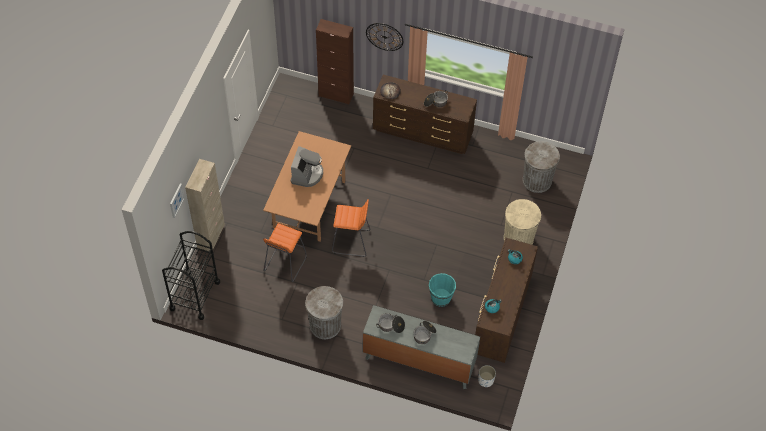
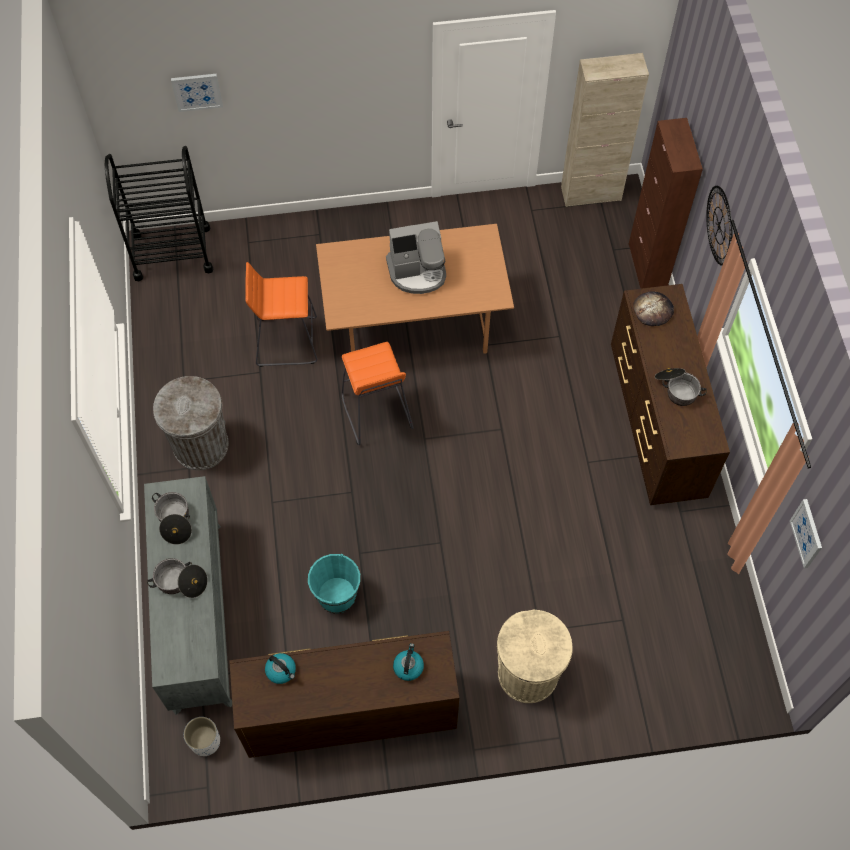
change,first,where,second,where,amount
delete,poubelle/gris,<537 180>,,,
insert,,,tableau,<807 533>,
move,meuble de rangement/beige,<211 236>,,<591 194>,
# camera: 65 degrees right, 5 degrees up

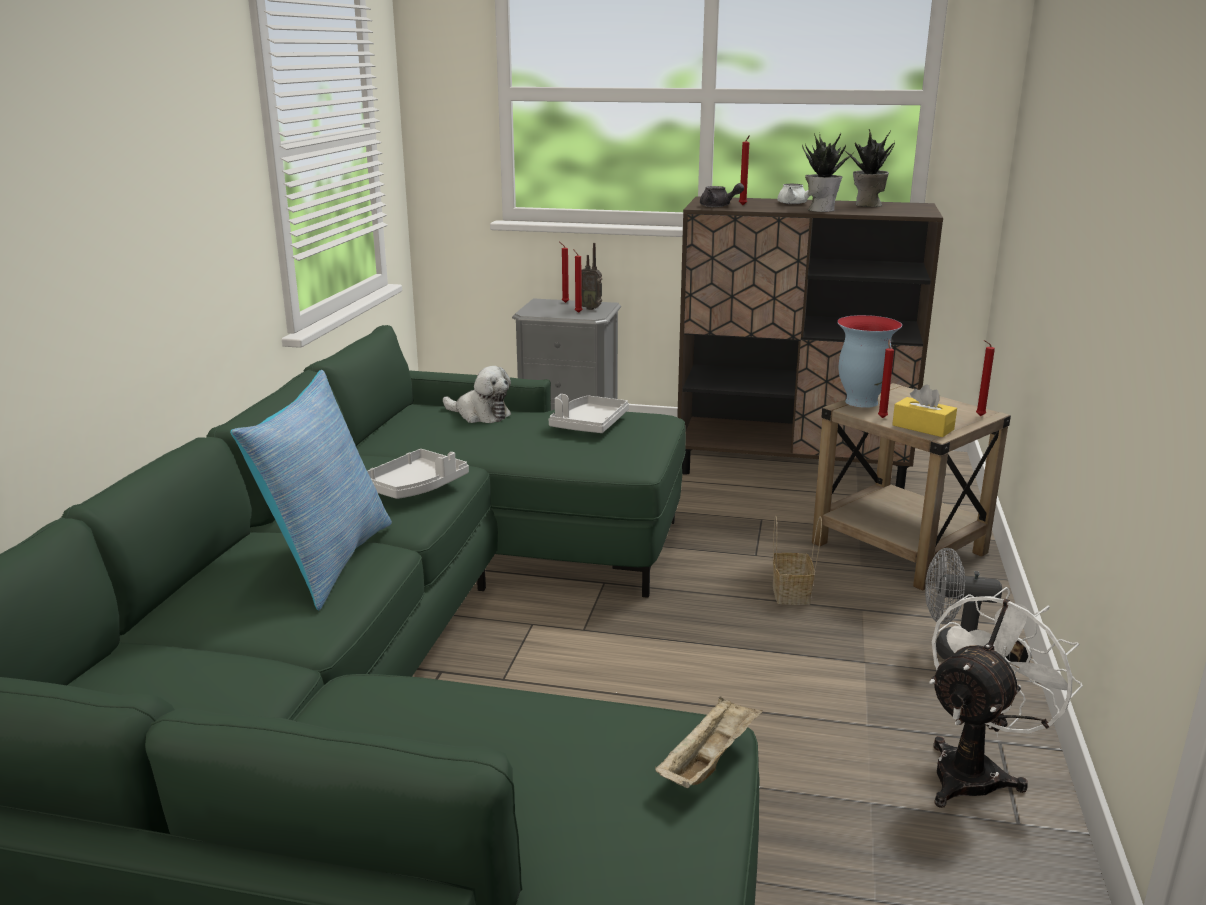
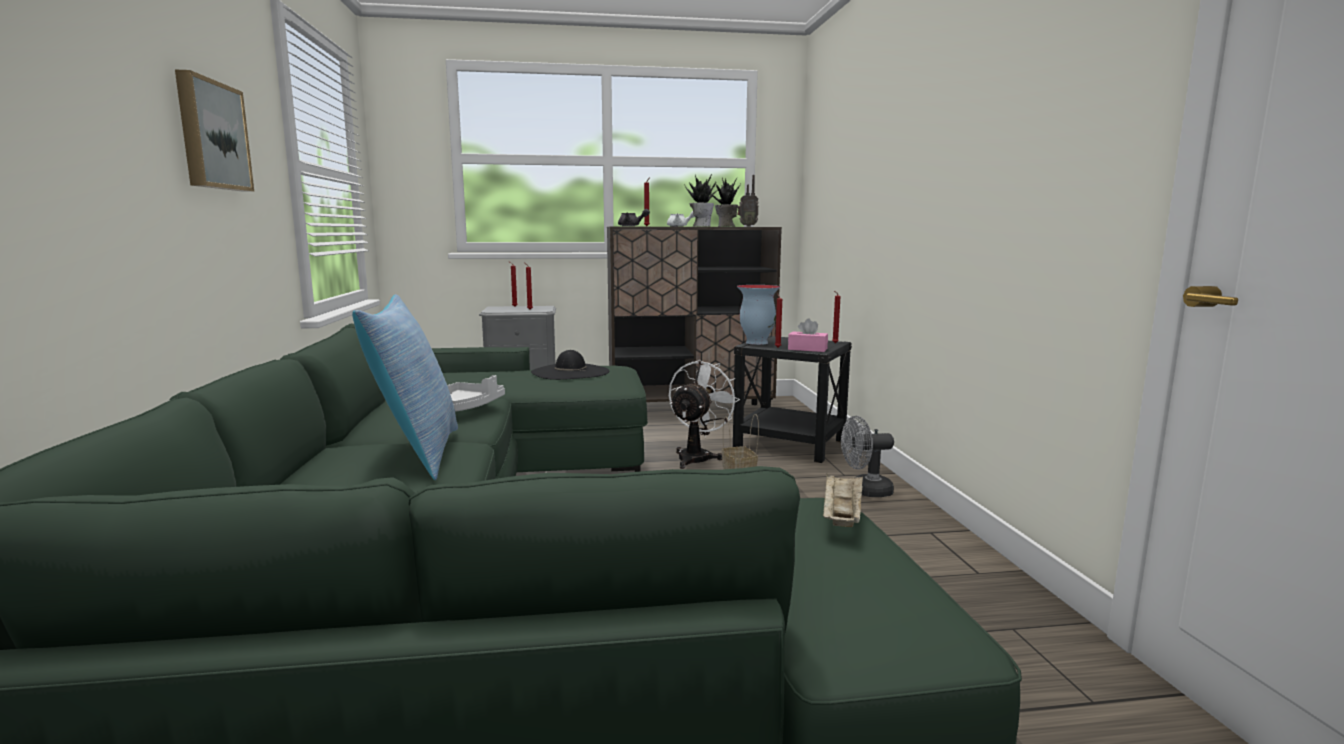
change,first,where,second,where,amount
delete,peluche,<480 415>,,,
insert,,,tableau,<211 135>,
move,radio,<590 308>,,<747 226>,
move,ventilateur/blanc,<975 771>,,<697 457>,
replace,plateau/gris,<589 425>,chapeau/noir,<570 372>,
recolor,table d'appoint/beige,<897 549>,table d'appoint/noir,<789 445>,
recolor,boîte à mouchoirs/jaune,<923 427>,boîte à mouchoirs/rose,<807 349>,
# camera: 20 degrees left, 10 degrees down

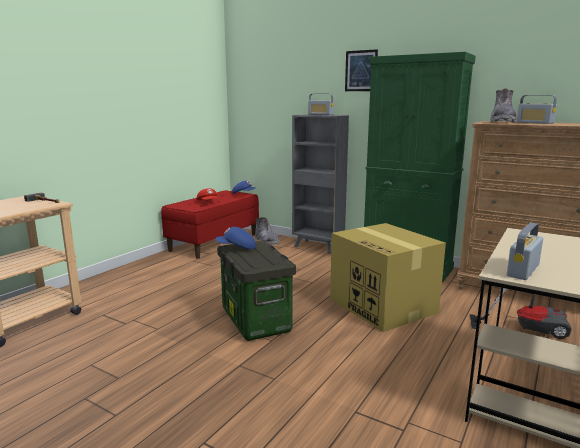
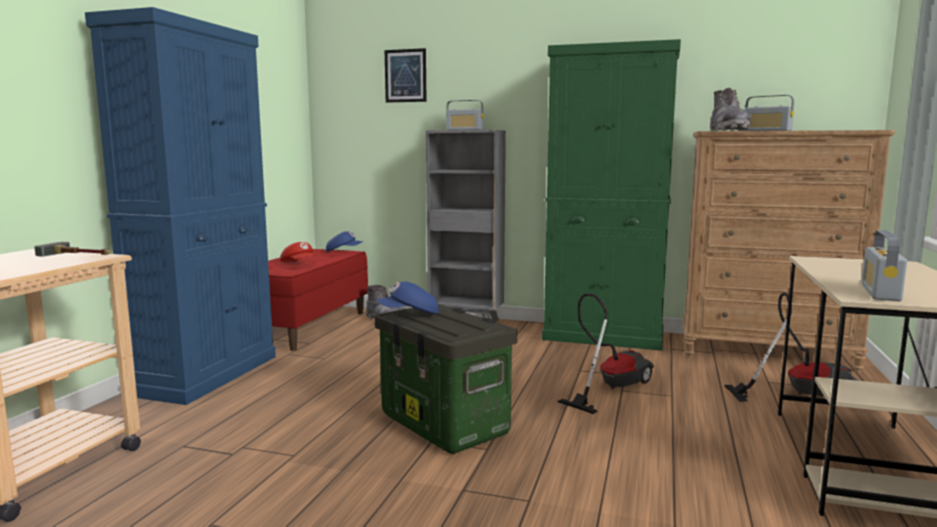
change,first,where,second,where,amount
insert,,,meuble de rangement/bleu,<207 374>,
move,tableau,<361 71>,,<405 75>,
replace,carton,<383 306>,aspirateur,<610 387>,
# camera: 15 degrees left, 5 degrees down

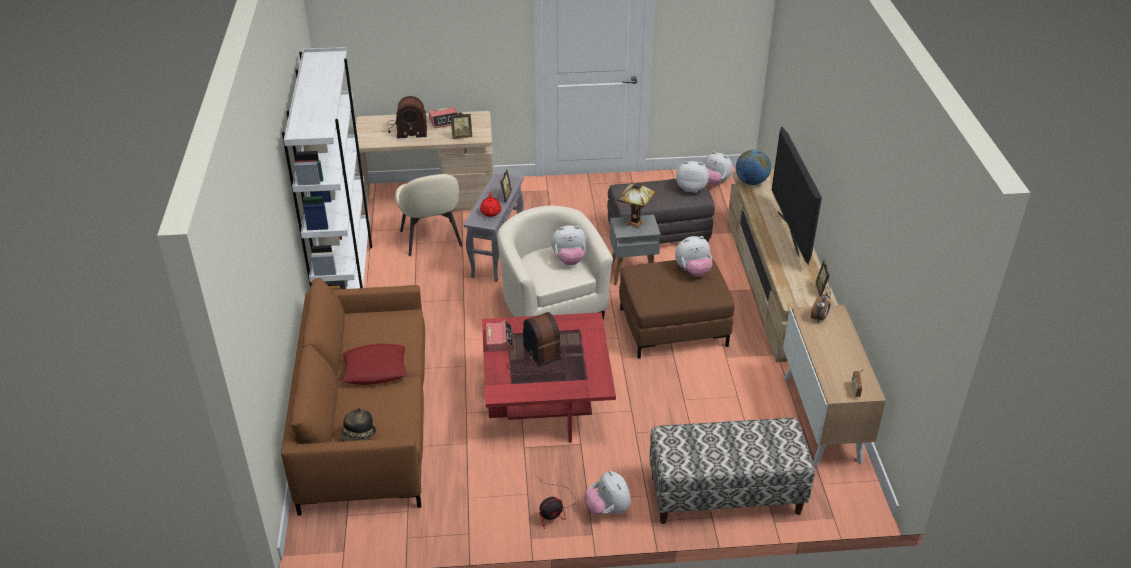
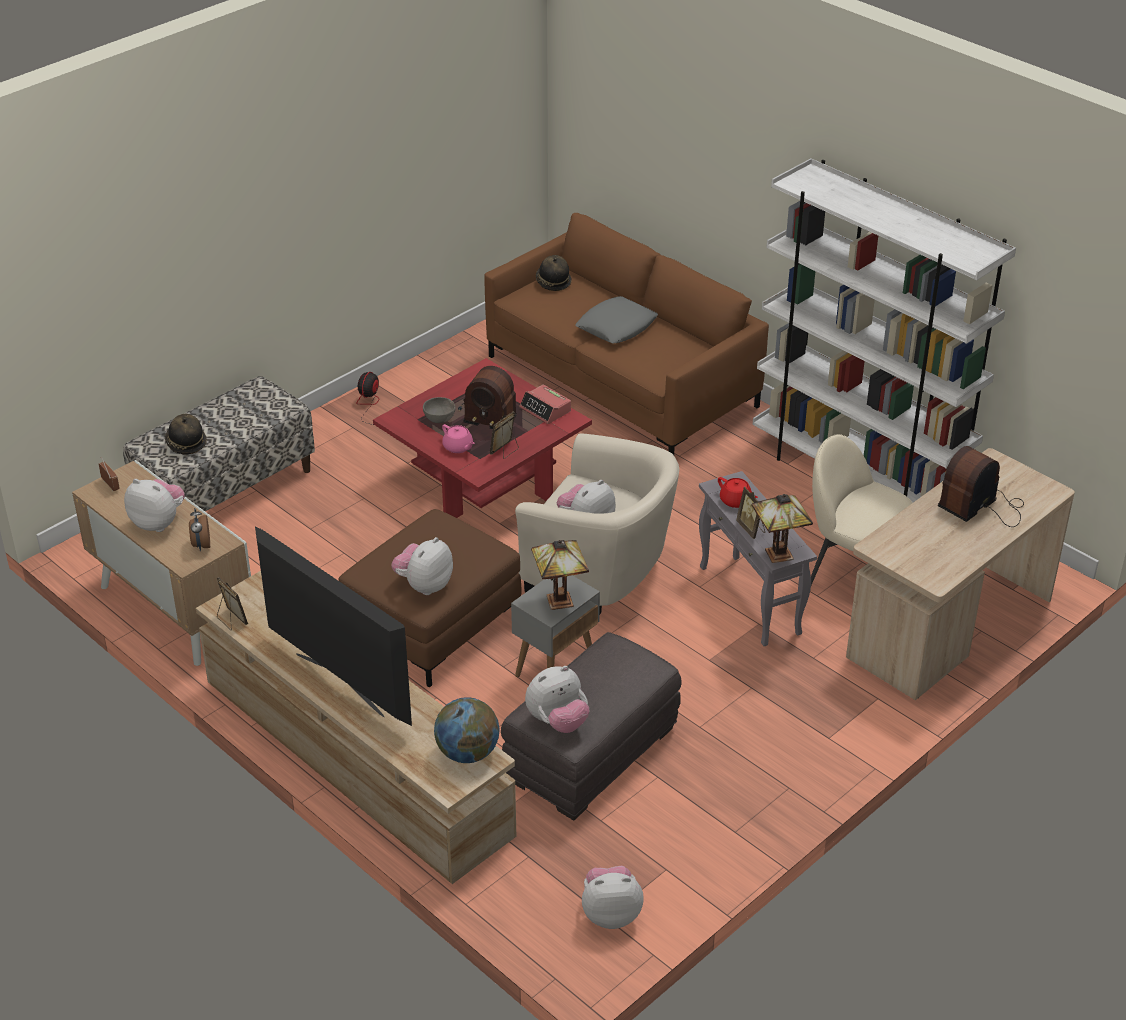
change,first,where,second,where,amount
delete,réveil,<444 121>,,,
insert,,,chapeau,<186 443>,
insert,,,bol/gris,<440 420>,
insert,,,théière/rose,<458 447>,
insert,,,lampe de table,<777 555>,
move,cadre photo,<462 136>,,<505 451>,
move,peluche,<607 509>,,<158 522>,
recolor,coussin/rouge,<375 369>,coussin/gris,<616 326>,
# camera: 140 degrees right, 0 degrees up

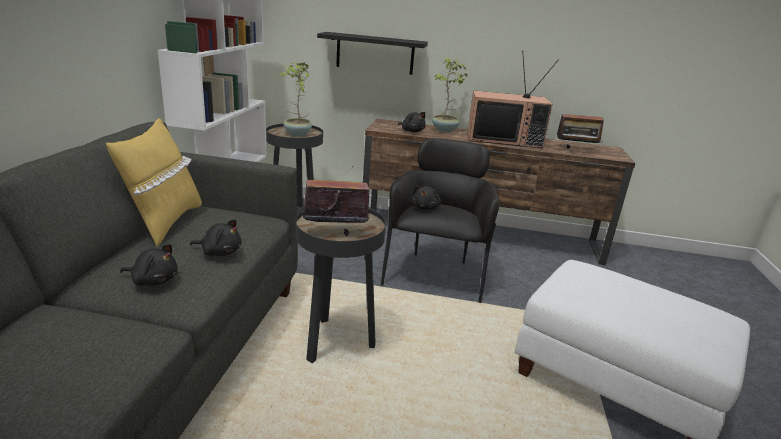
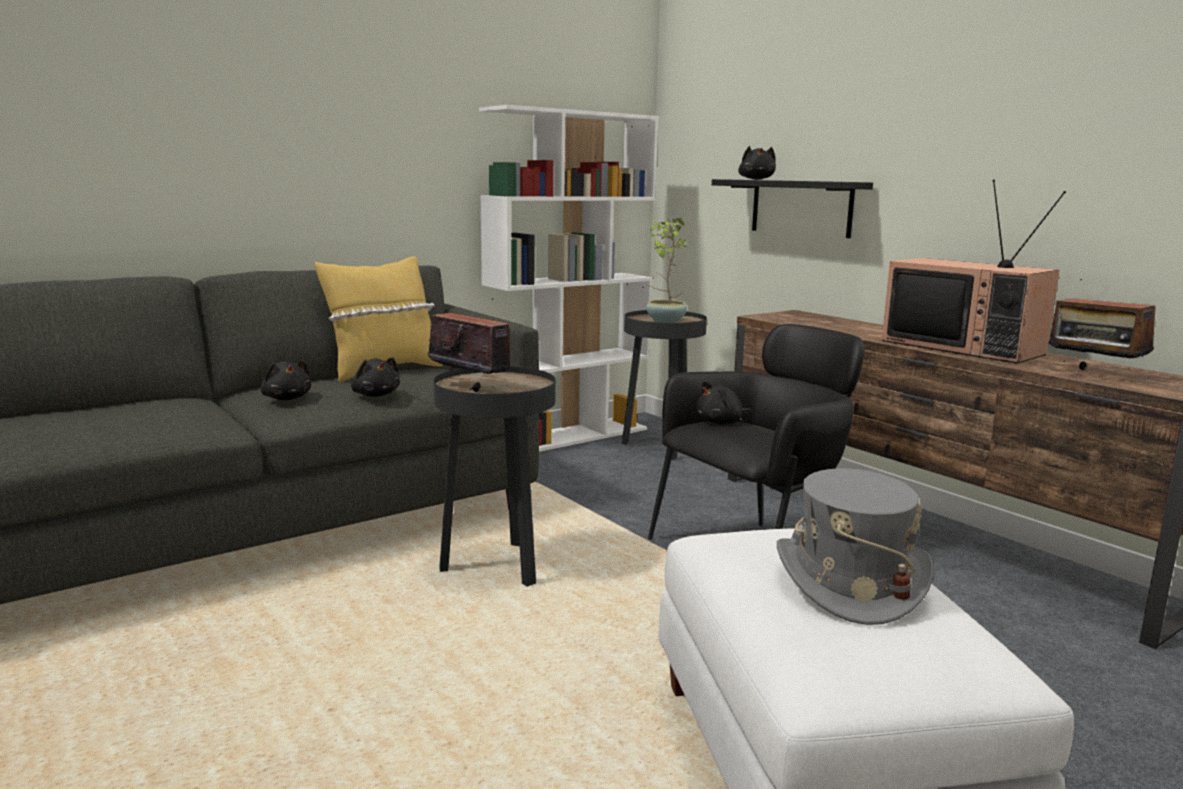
change,first,where,second,where,amount
delete,plante en pot,<445 130>,,,
insert,,,chapeau/gris,<849 582>,
move,peluche/noir,<412 131>,,<756 179>,
# camera: 45 degrees right, 10 degrees down

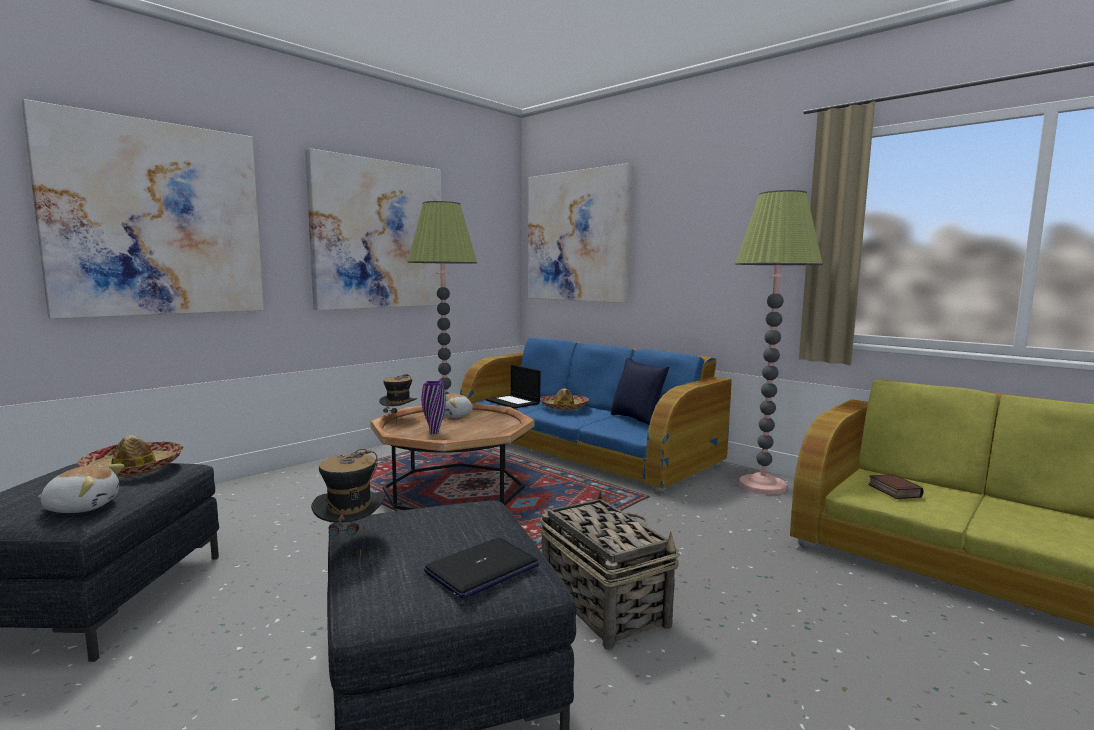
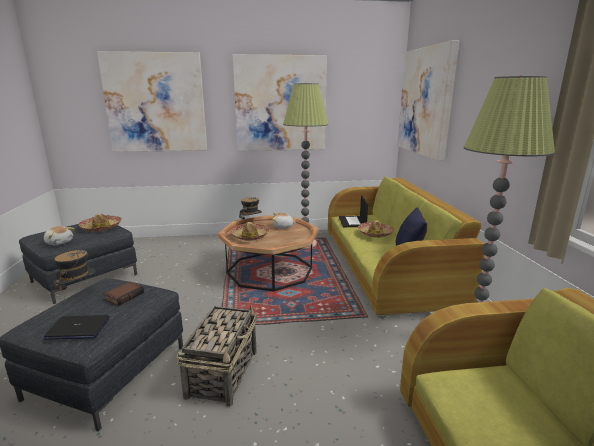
change,first,where,second,where,amount
move,livre,<892 490>,,<124 296>,
replace,vase/violet,<434 432>,chapeau,<249 236>,
recolor,canapé/bleu,<585 449>,canapé/vert,<386 266>,
# camera: 40 degrees right, 10 degrees up

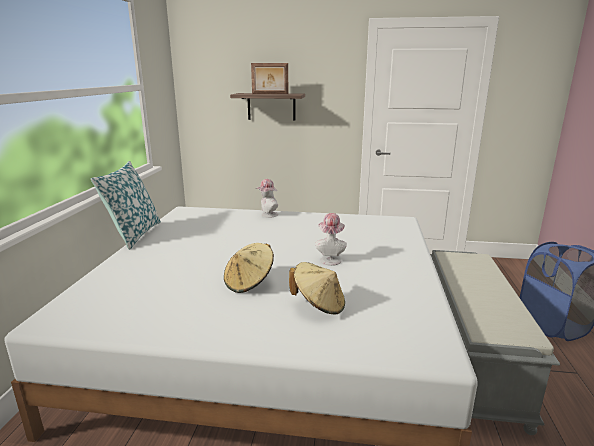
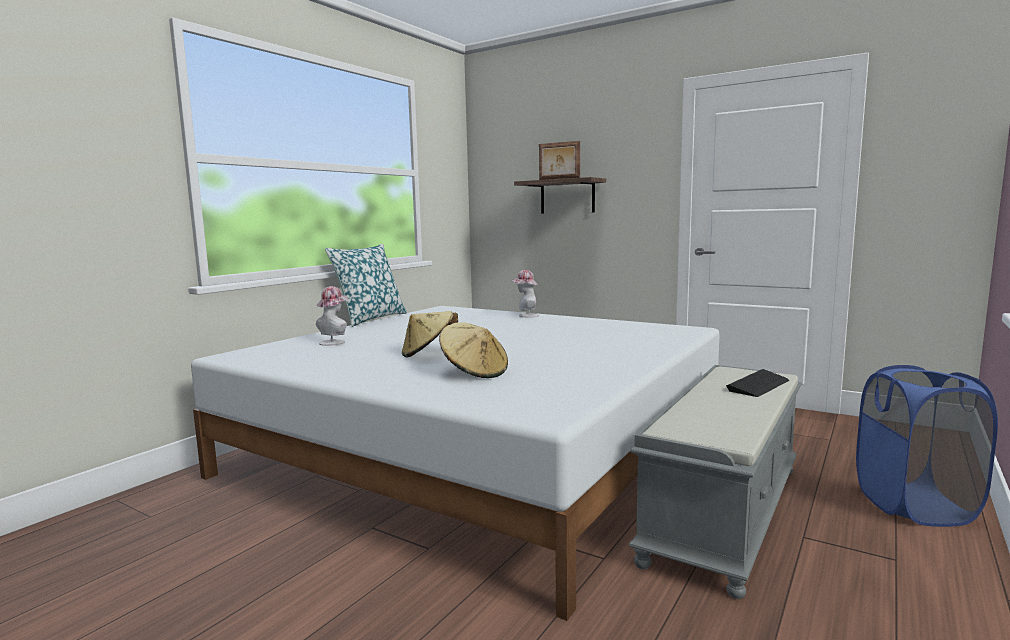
change,first,where,second,where,amount
insert,,,clavier,<758 385>,
move,chapeau,<330 259>,,<334 342>,
# camera: 25 degrees right, 10 degrees down

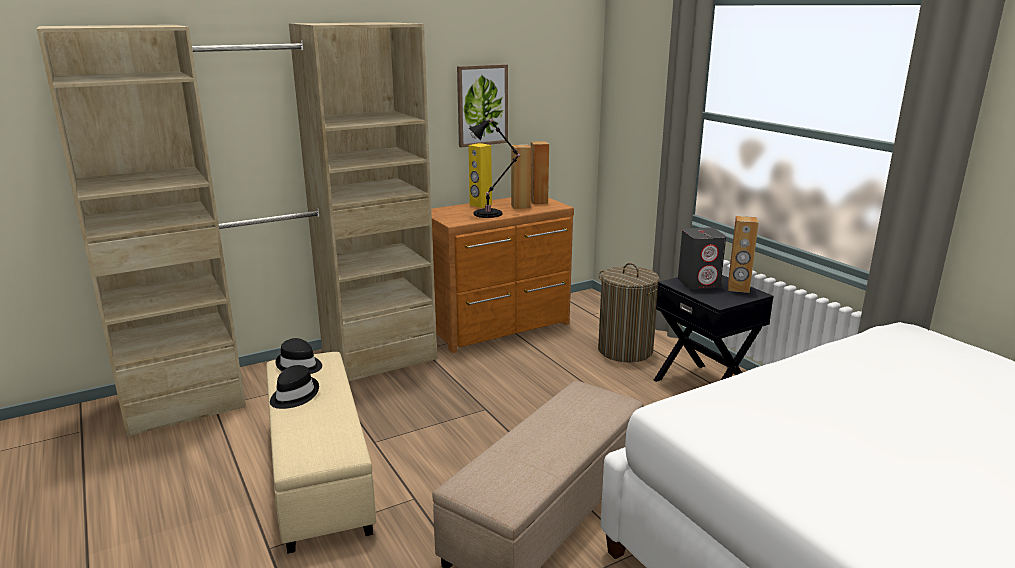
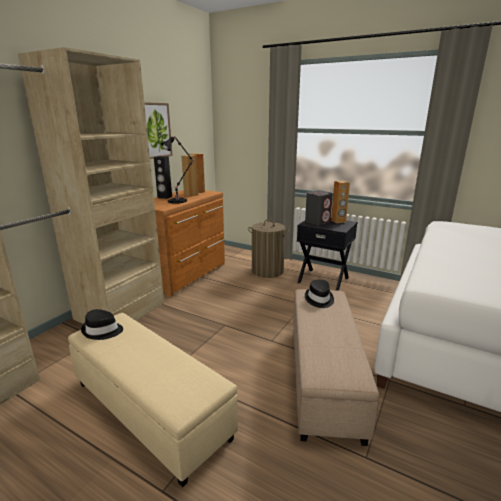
change,first,where,second,where,amount
move,chapeau/noir,<293 395>,,<319 299>,
recolor,enceinte/jaune,<480 205>,enceinte/noir,<164 197>,
# camera: 30 degrees left, 0 degrees up

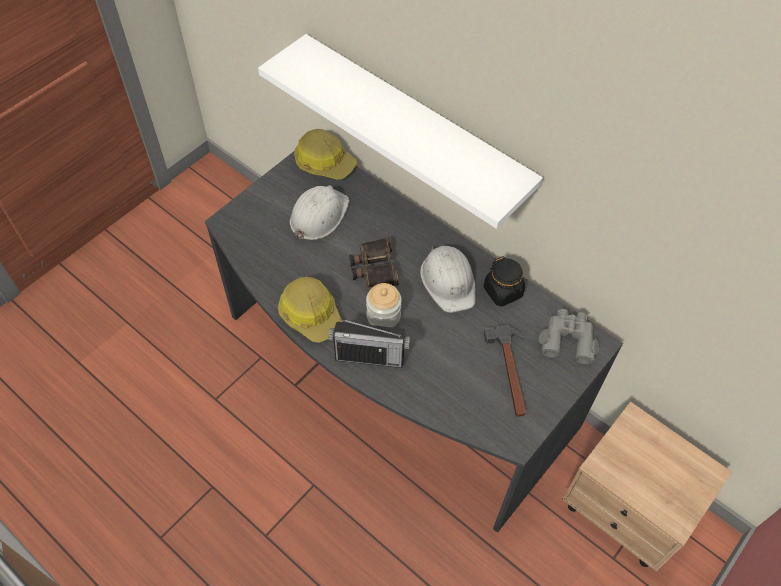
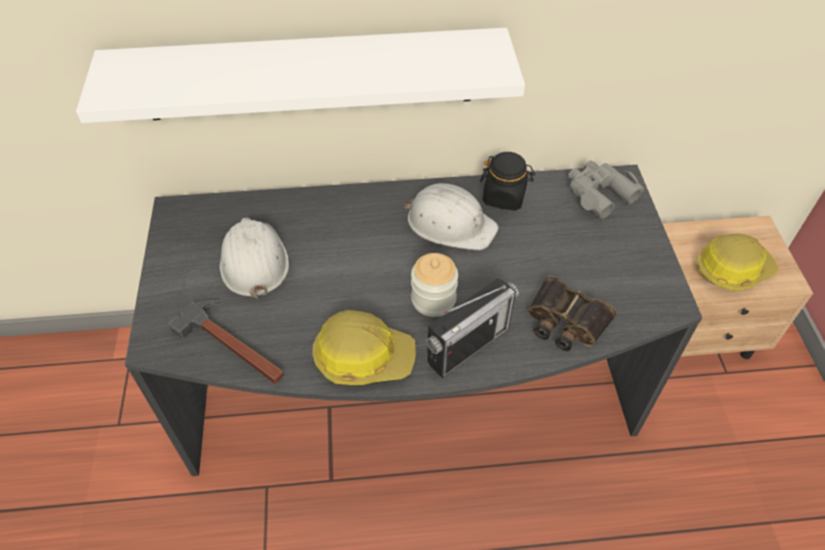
change,first,where,second,where,amount
move,casque de chantier,<324 162>,,<732 269>,
move,jumelles,<373 267>,,<565 321>,
move,marteau,<510 372>,,<233 346>,
# camera: 45 degrees left, 5 degrees down

